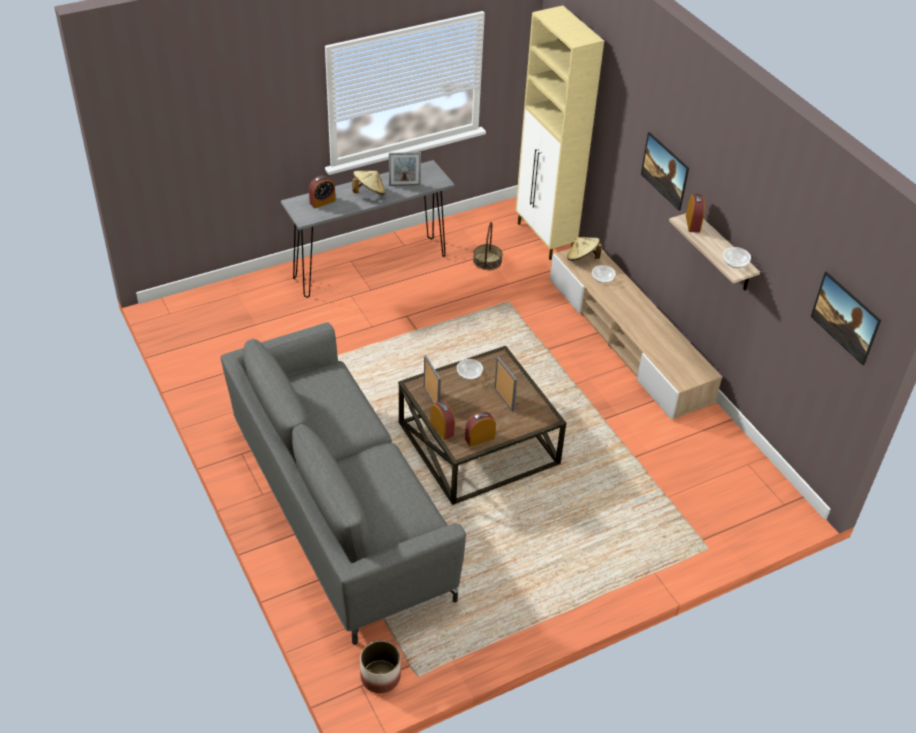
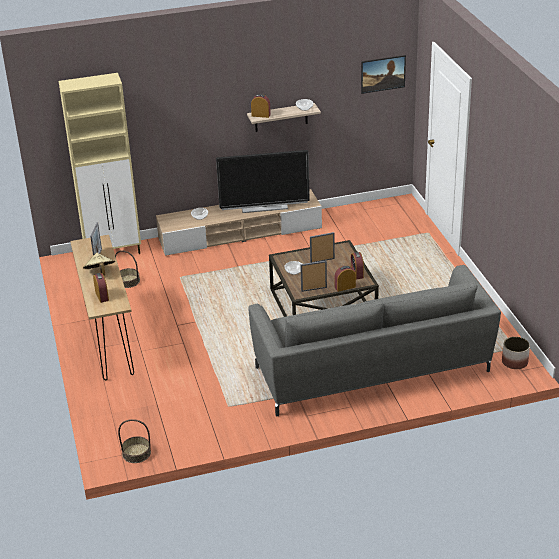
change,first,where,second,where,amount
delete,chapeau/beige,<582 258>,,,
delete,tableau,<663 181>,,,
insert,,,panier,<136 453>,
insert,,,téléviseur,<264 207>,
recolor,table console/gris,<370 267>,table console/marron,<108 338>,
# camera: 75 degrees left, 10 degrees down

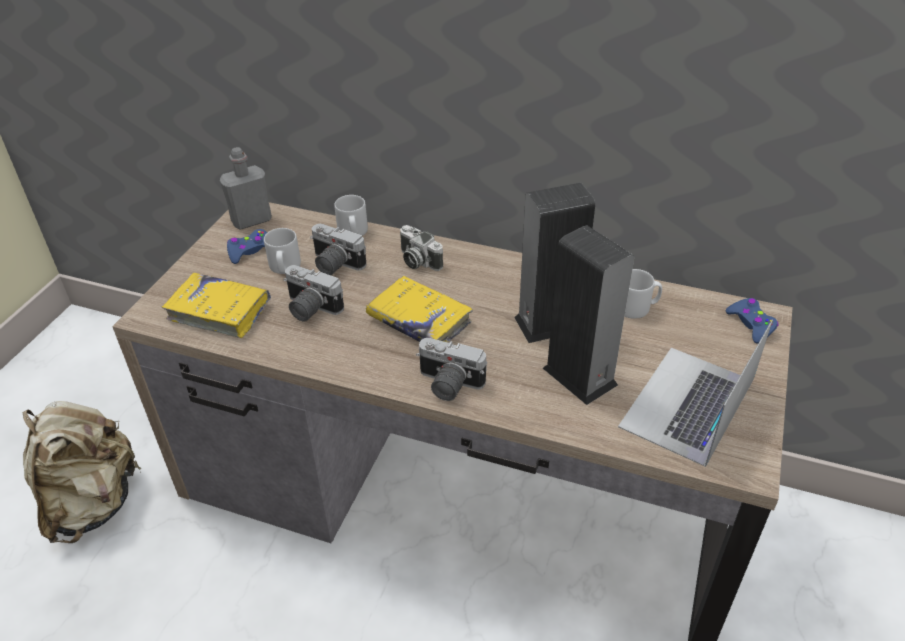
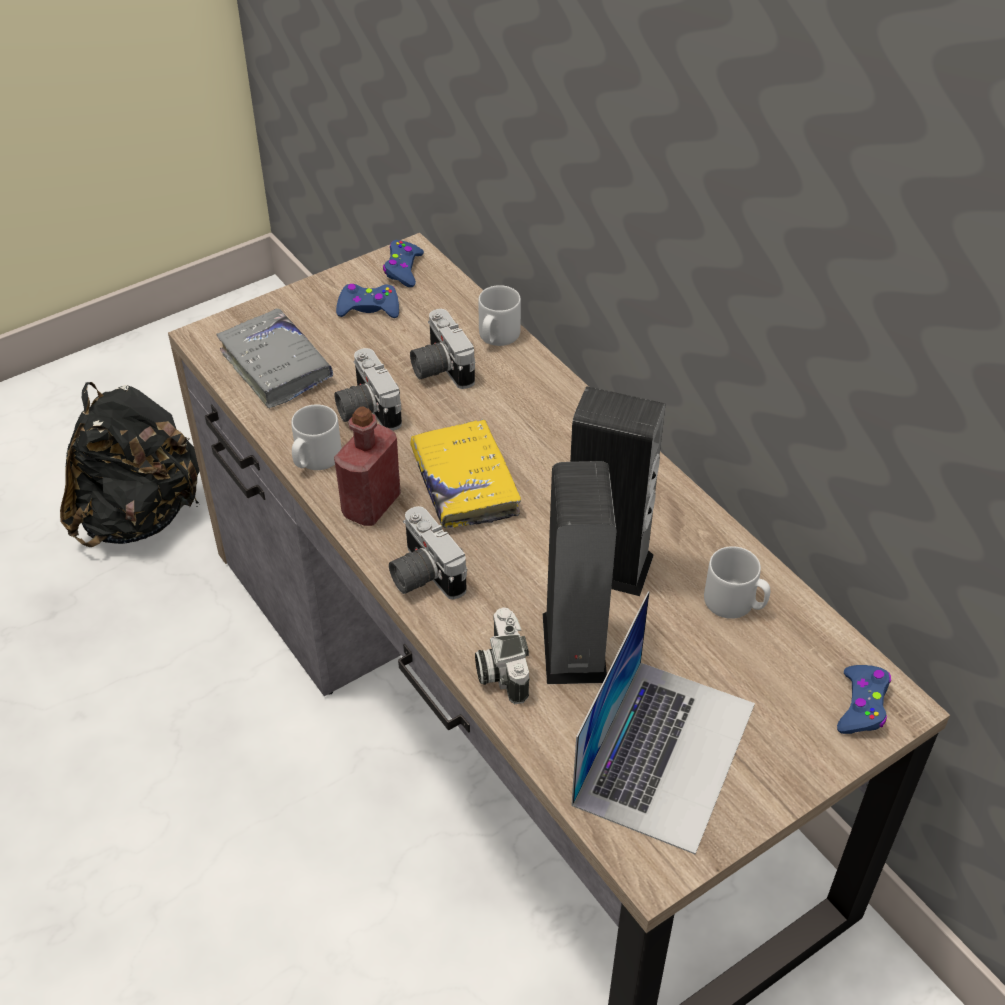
change,first,where,second,where,amount
insert,,,bouteille/rouge,<371 505>,
move,mug/gris,<284 267>,,<315 459>,
move,appareil photo,<417 261>,,<500 669>,
replace,bouteille/gris,<251 220>,manette/bleu,<403 269>,
recolor,sac à dos/beige,<93 503>,sac à dos/noir,<140 515>,
recolor,livre/jaune,<219 312>,livre/gris,<276 367>,
rotate,ordinateur portable,<687 404>,,<665 752>,135 degrees clockwise
# camera: 35 degrees right, 5 degrees up

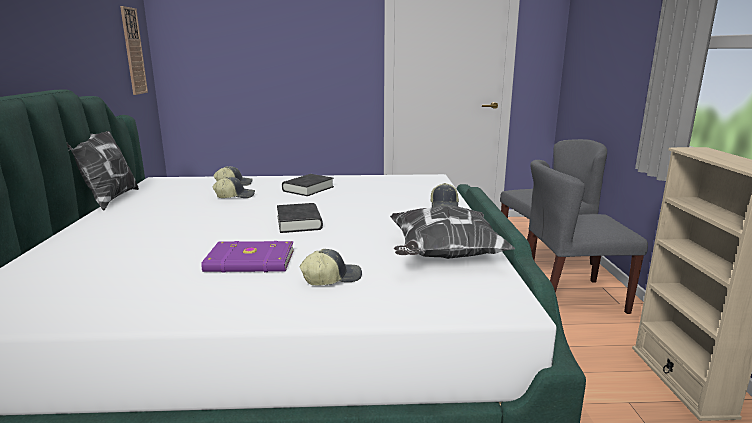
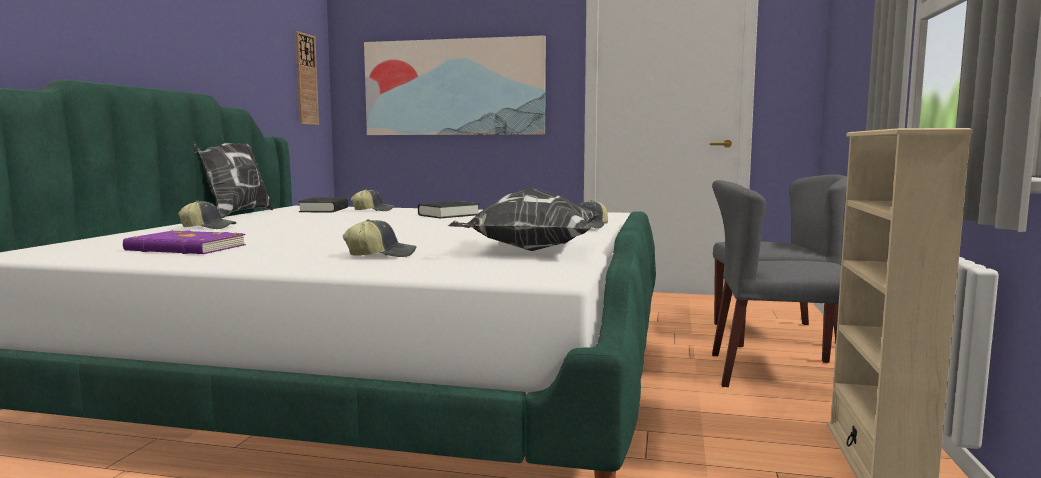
change,first,where,second,where,amount
insert,,,tableau,<453 87>,
move,livre/violet,<250 261>,,<185 248>,
move,casquette,<235 196>,,<209 228>,
move,livre/noir,<299 223>,,<324 210>,
# camera: 15 degrees right, 10 degrees down

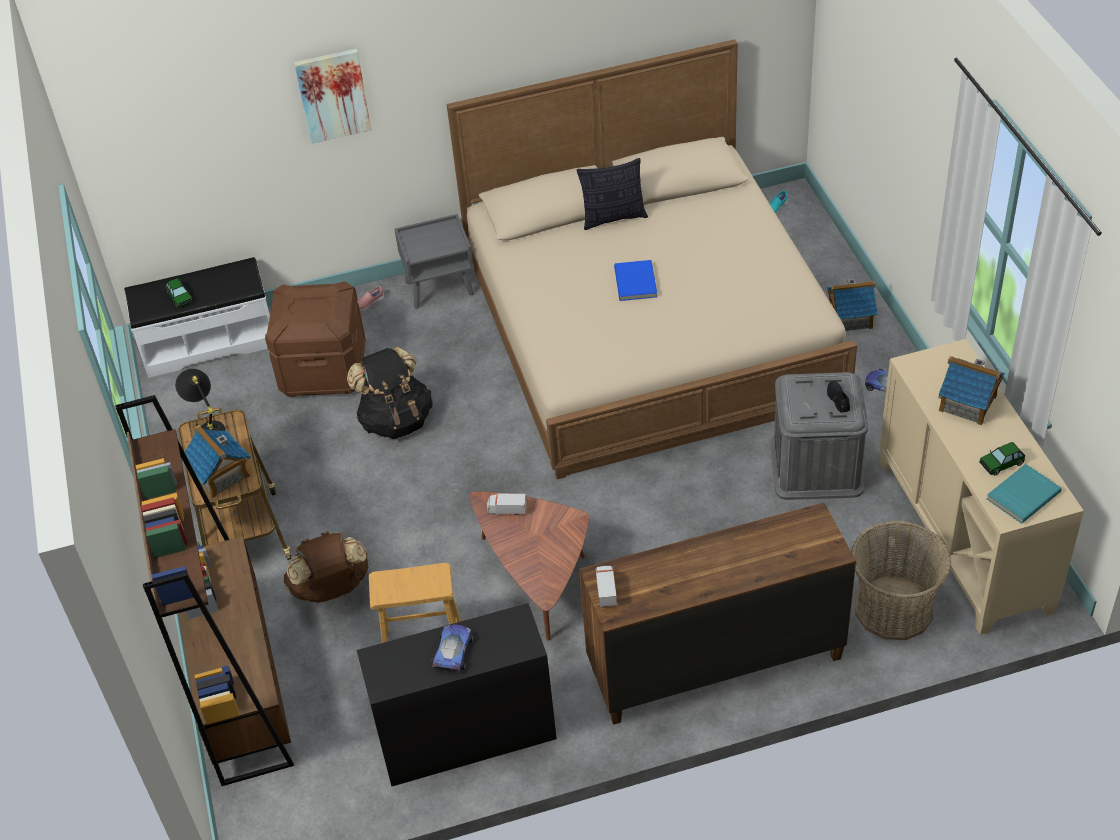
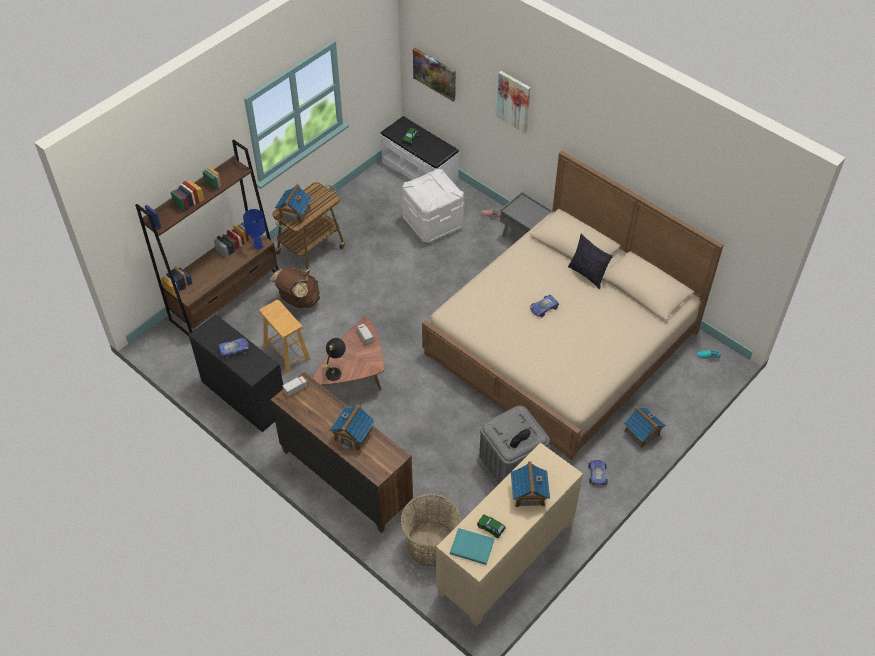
change,first,where,second,where,amount
delete,sac à dos/noir,<396 420>,,,
insert,,,lampe de table/bleu,<258 245>,
insert,,,maison miniature,<353 435>,
insert,,,tableau,<435 74>,
move,lampe de table/noir,<208 425>,,<336 370>,
replace,livre/bleu,<636 282>,petite voiture,<543 308>,
recolor,boîte de rangement/marron,<324 370>,boîte de rangement/blanc,<433 223>,
# camera: 55 degrees right, 5 degrees up

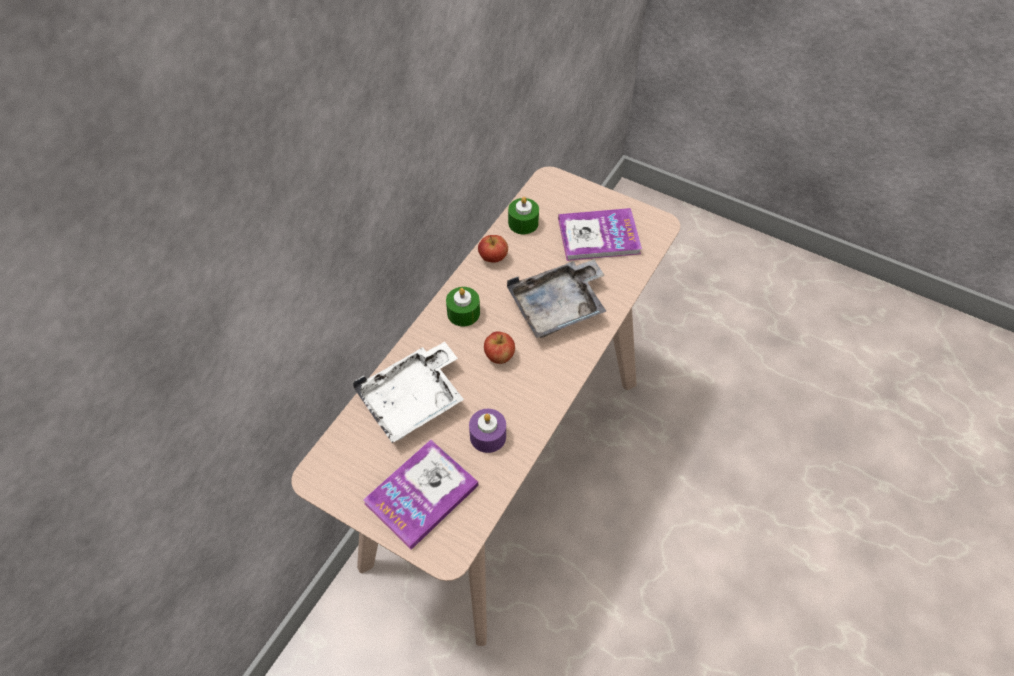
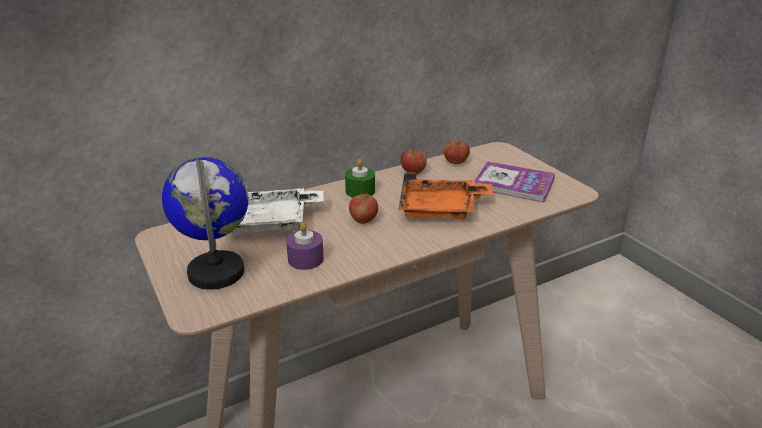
change,first,where,second,where,amount
replace,livre,<421 494>,globe,<217 272>,
replace,bougie/vert,<523 223>,pomme,<455 162>,
recolor,plateau/gris,<558 307>,plateau/orange,<441 210>,
# camera: 30 degrees right, 25 degrees down

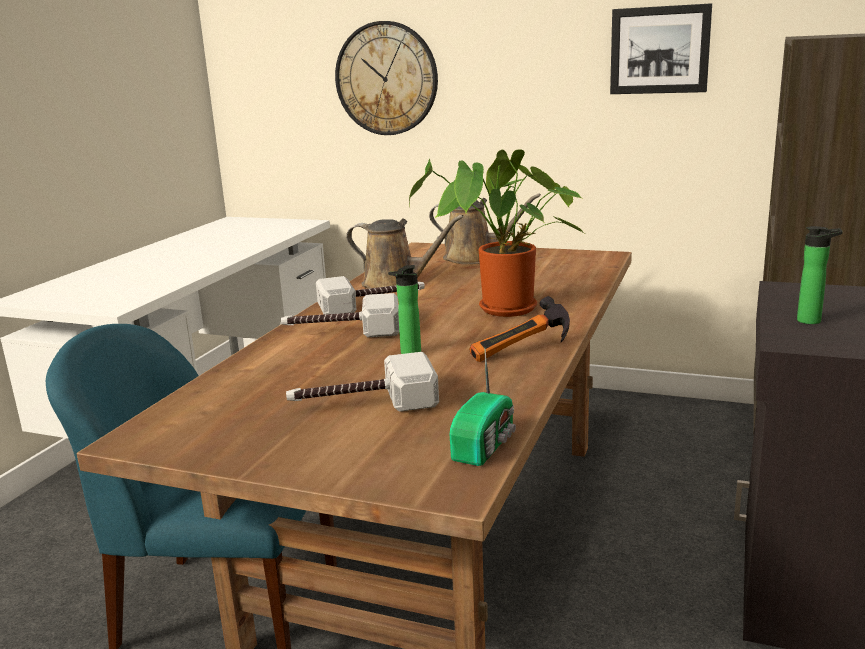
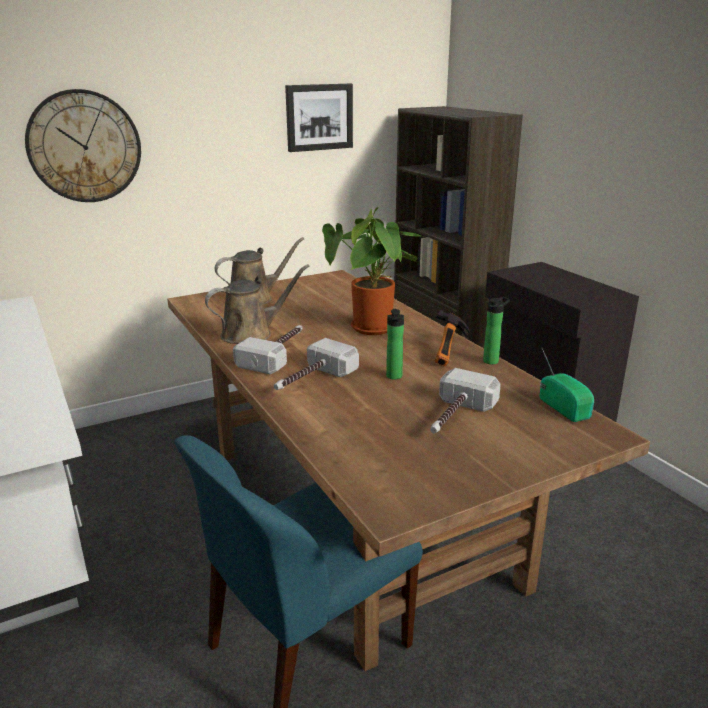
change,first,where,second,where,amount
move,bouteille,<813 321>,,<492 360>,
# camera: 50 degrees left, 5 degrees up

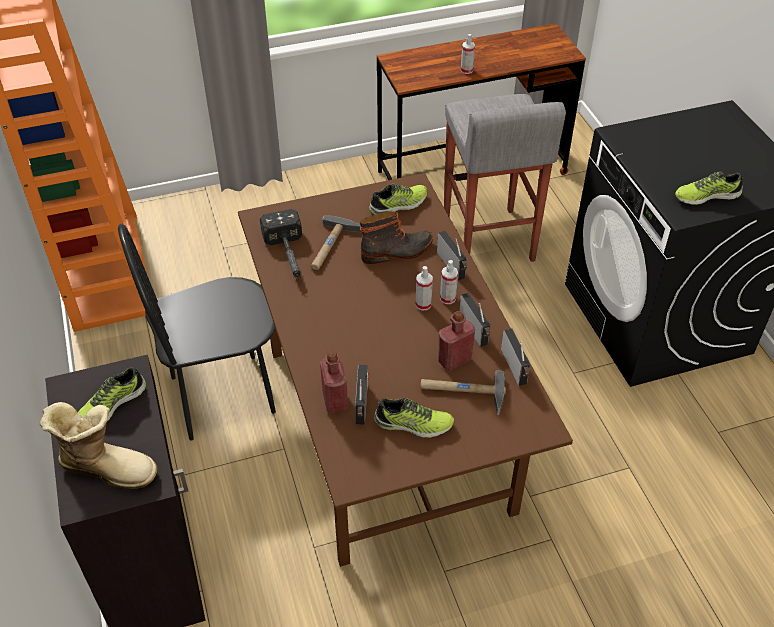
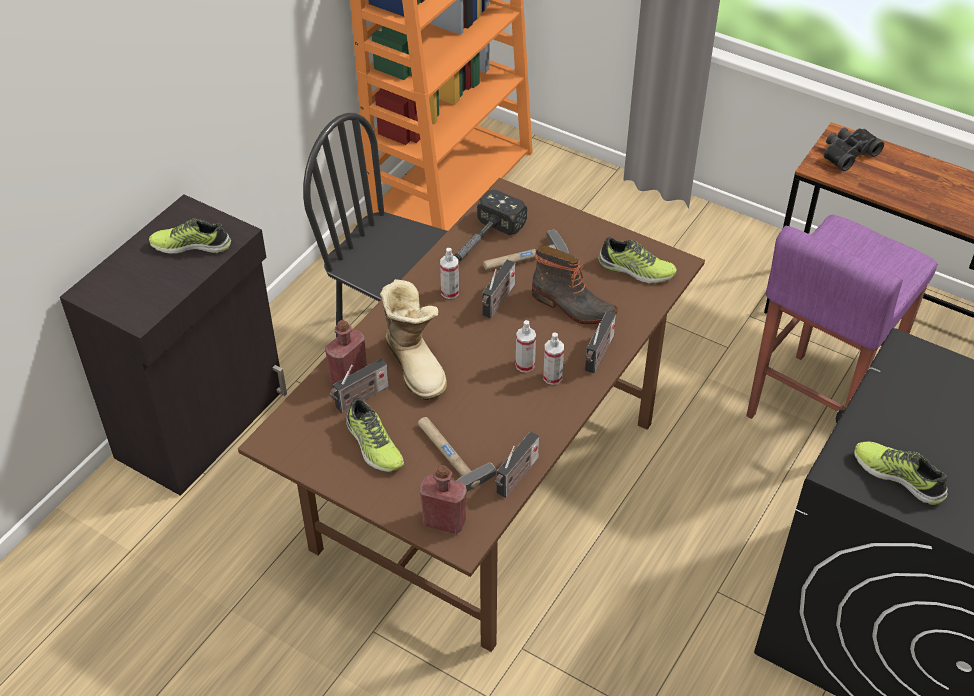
change,first,where,second,where,amount
insert,,,jumelles/noir,<847 153>,
move,botte,<107 466>,,<416 364>,
move,bouteille/rouge,<454 360>,,<444 521>,
move,radio,<475 330>,,<498 302>,
move,vaporisateur,<466 70>,,<450 292>,
recolor,tabouret/gris,<487 240>,tabouret/violet,<813 407>,
# camera: 50 degrees right, 0 degrees up

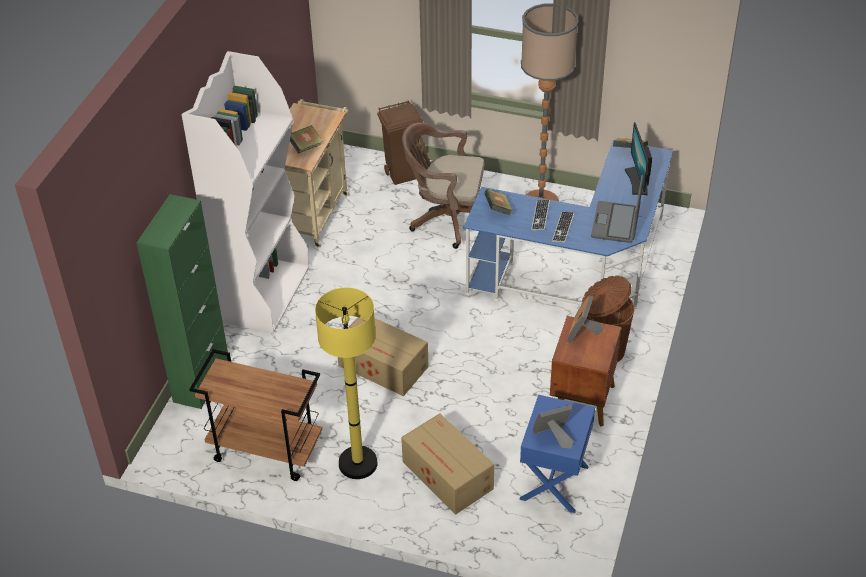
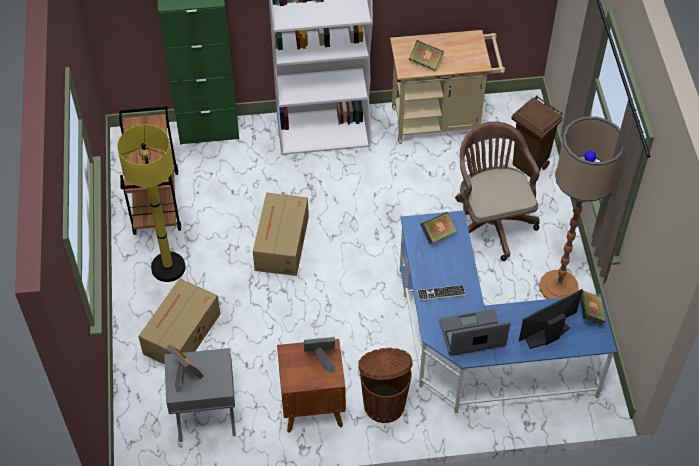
change,first,where,second,where,amount
delete,clavier,<540 216>,,,
recolor,table de chevet/bleu,<555 483>,table de chevet/gris,<206 416>,
# camera: 65 degrees right, 10 degrees up

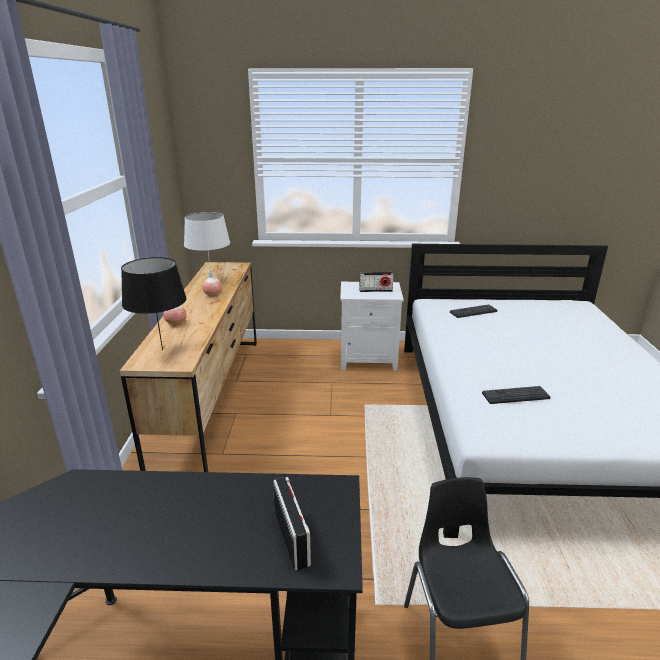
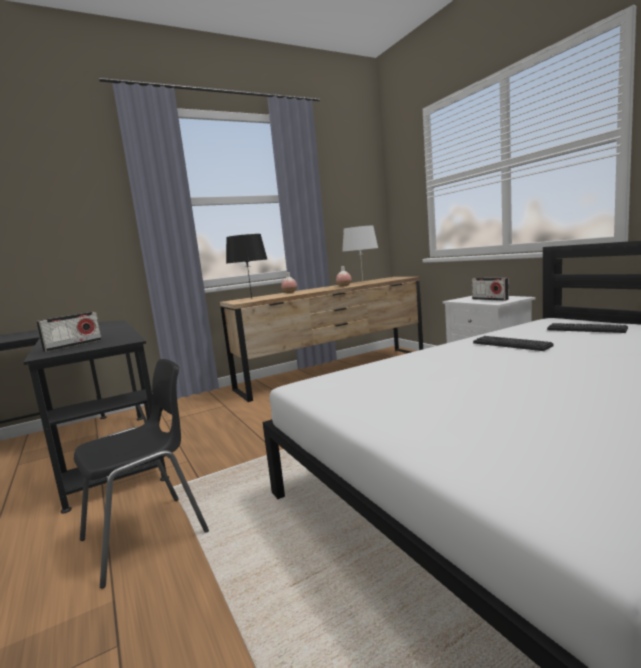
change,first,where,second,where,amount
move,clavier,<515 395>,,<511 344>,
# camera: 60 degrees right, 15 degrees down

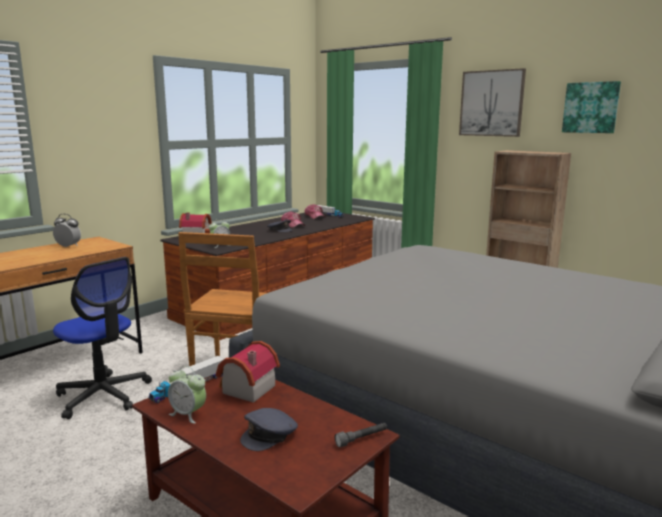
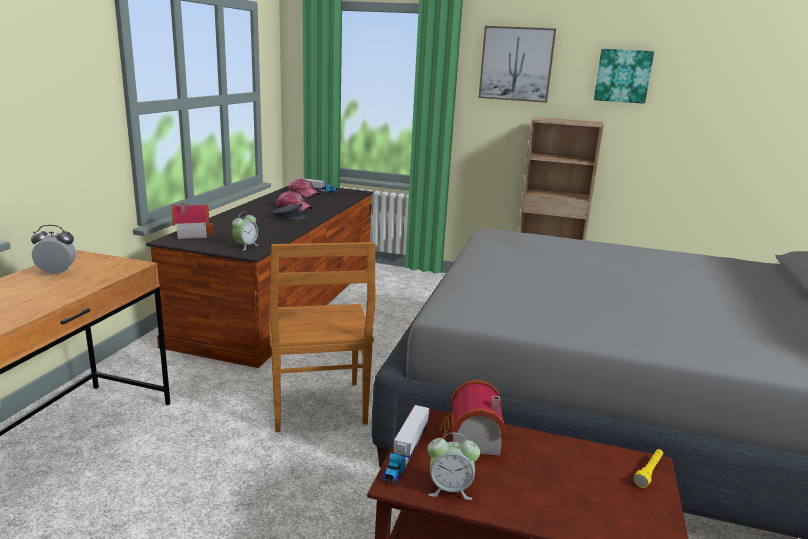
change,first,where,second,where,amount
delete,chaise de bureau,<103 395>,,,
delete,casquette/gris,<270 435>,,,
recolor,lampe de poche/gris,<361 439>,lampe de poche/jaune,<649 472>,
# camera: 25 degrees left, 5 degrees up

